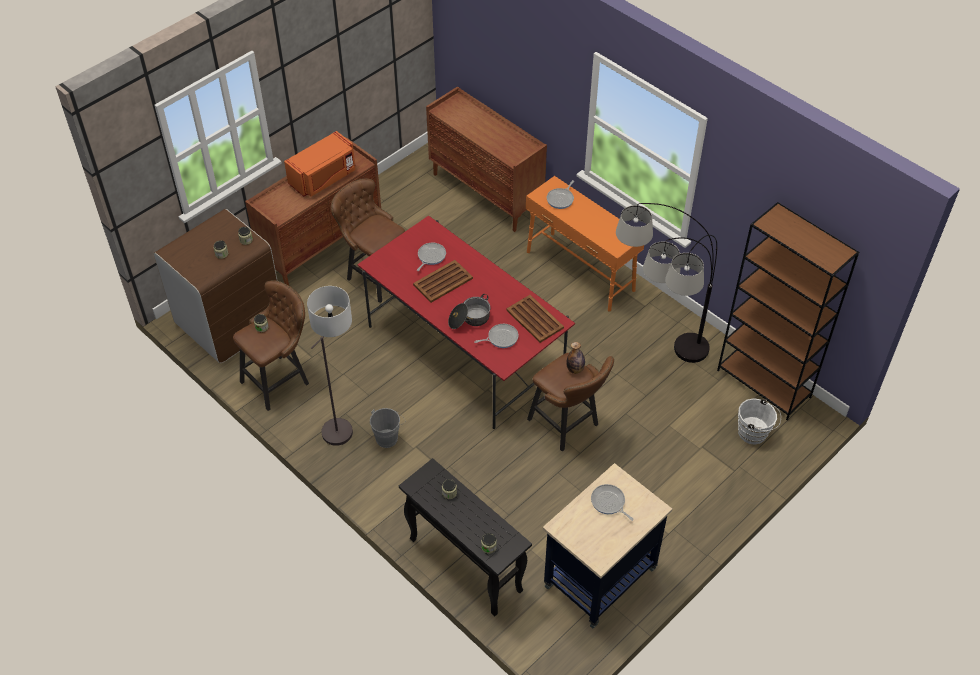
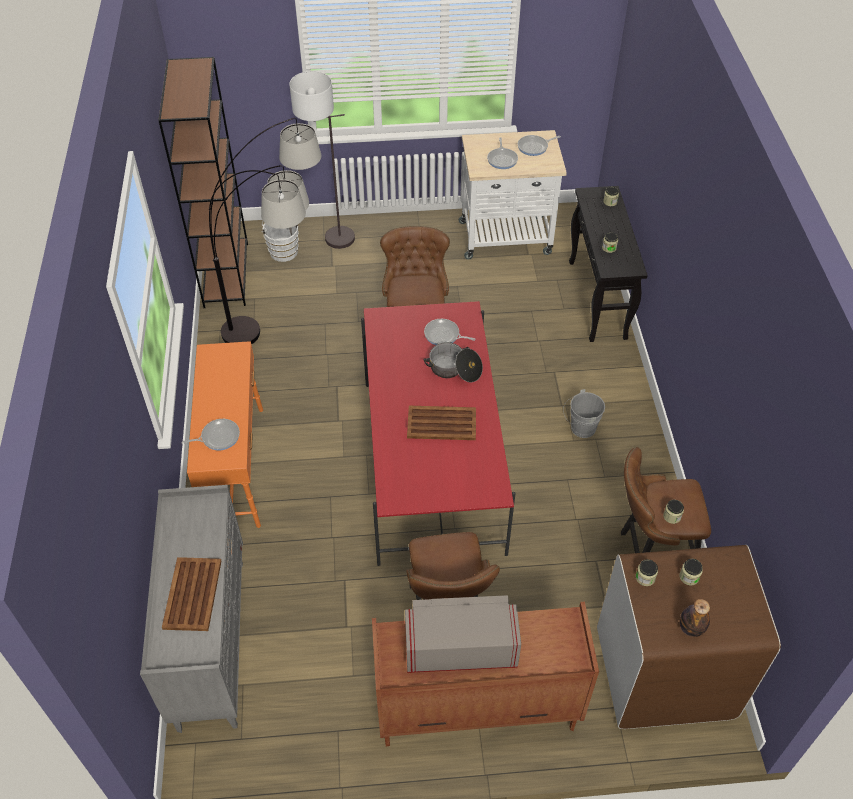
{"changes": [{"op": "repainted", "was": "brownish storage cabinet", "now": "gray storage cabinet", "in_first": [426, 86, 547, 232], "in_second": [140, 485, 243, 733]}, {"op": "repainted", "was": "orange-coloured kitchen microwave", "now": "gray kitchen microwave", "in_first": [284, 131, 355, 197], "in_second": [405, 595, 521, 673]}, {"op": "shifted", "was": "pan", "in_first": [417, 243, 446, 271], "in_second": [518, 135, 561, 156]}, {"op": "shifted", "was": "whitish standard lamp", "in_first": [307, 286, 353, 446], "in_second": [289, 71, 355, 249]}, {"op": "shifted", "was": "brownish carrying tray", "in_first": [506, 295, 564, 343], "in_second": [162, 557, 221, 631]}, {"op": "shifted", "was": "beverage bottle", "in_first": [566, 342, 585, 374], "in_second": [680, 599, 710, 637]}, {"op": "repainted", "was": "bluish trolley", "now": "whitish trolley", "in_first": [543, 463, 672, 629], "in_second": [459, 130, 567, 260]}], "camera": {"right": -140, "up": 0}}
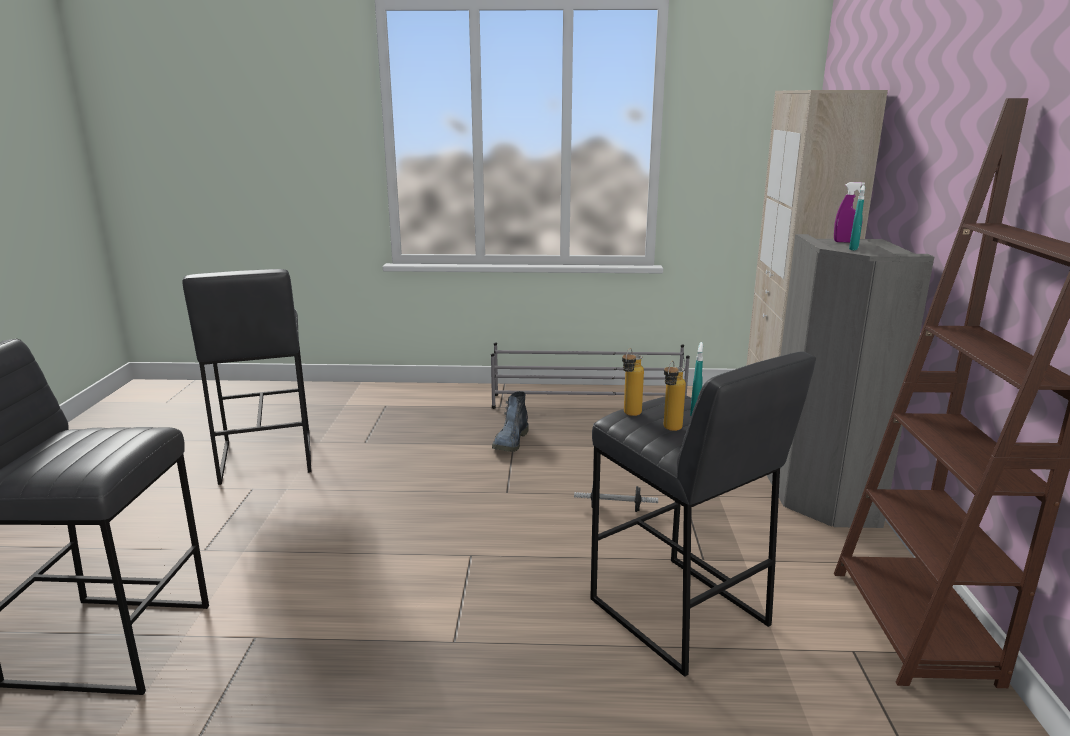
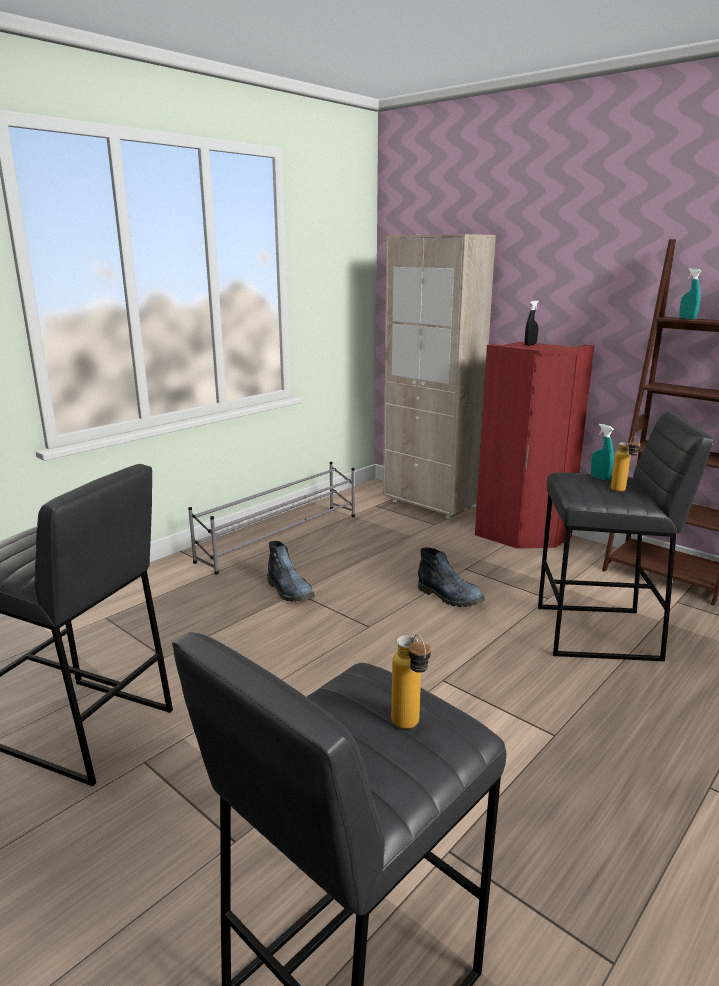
{"changes": [{"op": "repainted", "was": "purplish hand sprayer", "now": "black hand sprayer", "in_first": [834, 182, 865, 242], "in_second": [525, 300, 539, 346]}, {"op": "shifted", "was": "turquoise-coloured hand sprayer", "in_first": [849, 185, 865, 250], "in_second": [679, 268, 702, 320]}, {"op": "repainted", "was": "gray storage cabinet", "now": "red storage cabinet", "in_first": [767, 234, 934, 528], "in_second": [475, 342, 594, 549]}, {"op": "shifted", "was": "beverage bottle", "in_first": [622, 348, 644, 416], "in_second": [391, 634, 431, 729]}, {"op": "swapped", "was": "free weight", "now": "tall boot", "in_first": [574, 486, 658, 512], "in_second": [418, 547, 485, 607]}], "camera": {"right": -50, "up": 0}}
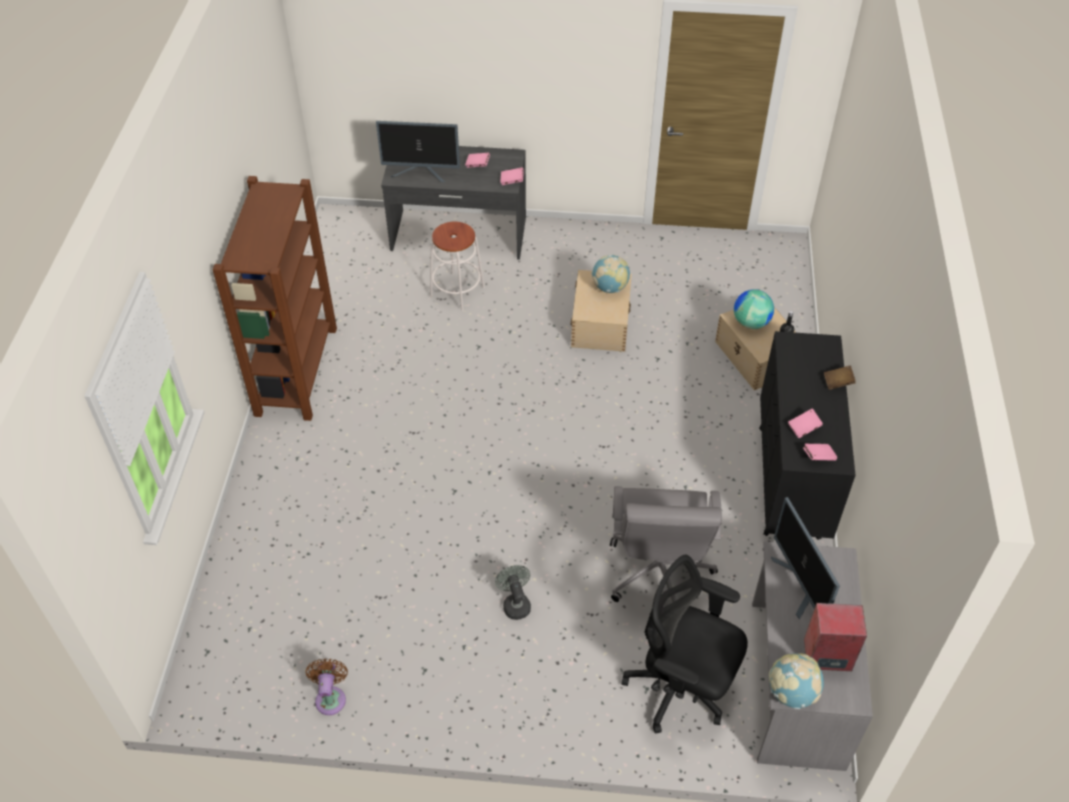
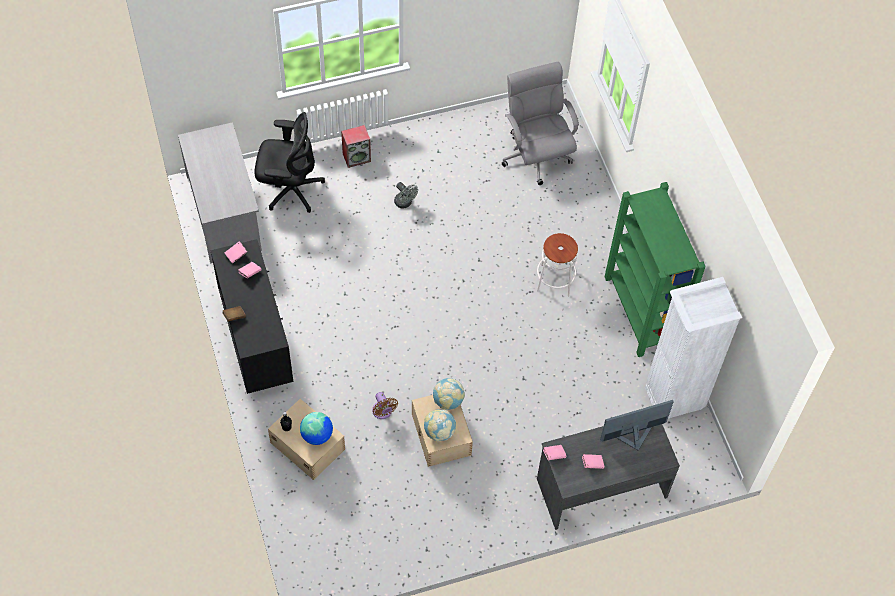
{"changes": [{"op": "repainted", "was": "brownish bookcase", "now": "greenish bookcase", "in_first": [212, 176, 337, 421], "in_second": [605, 182, 706, 357]}, {"op": "shifted", "was": "whitish sitting stool", "in_first": [430, 222, 485, 311], "in_second": [537, 233, 578, 296]}, {"op": "shifted", "was": "gray office chair", "in_first": [610, 486, 722, 602], "in_second": [502, 62, 579, 185]}, {"op": "gone", "was": "computer display", "in_first": [771, 497, 840, 620]}, {"op": "shifted", "was": "audio speaker", "in_first": [804, 603, 867, 671], "in_second": [341, 125, 371, 168]}, {"op": "shifted", "was": "world globe", "in_first": [769, 653, 824, 709], "in_second": [433, 378, 465, 410]}, {"op": "shifted", "was": "brownish fan", "in_first": [306, 659, 348, 715], "in_second": [372, 392, 398, 419]}, {"op": "new", "now": "whitish storage cabinet", "in_second": [645, 277, 742, 418]}], "camera": {"right": 155, "up": 10}}
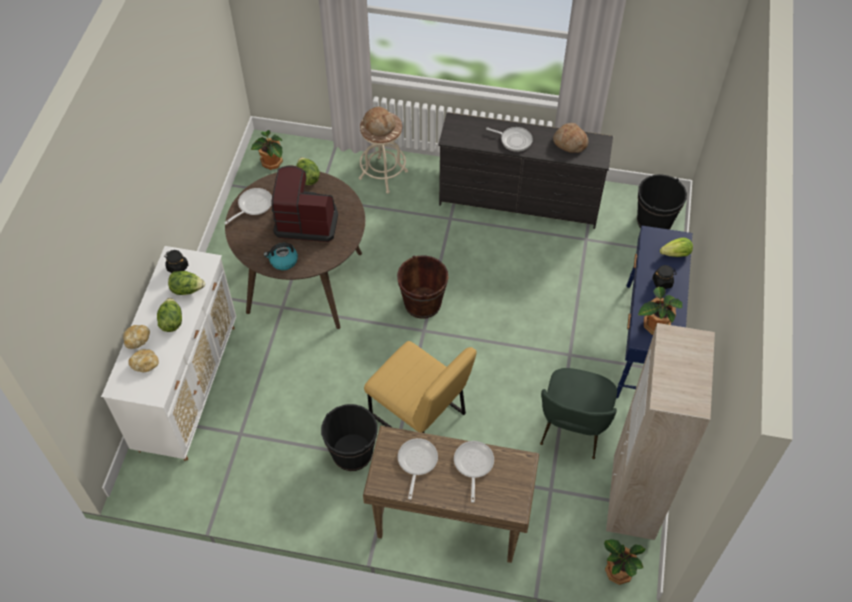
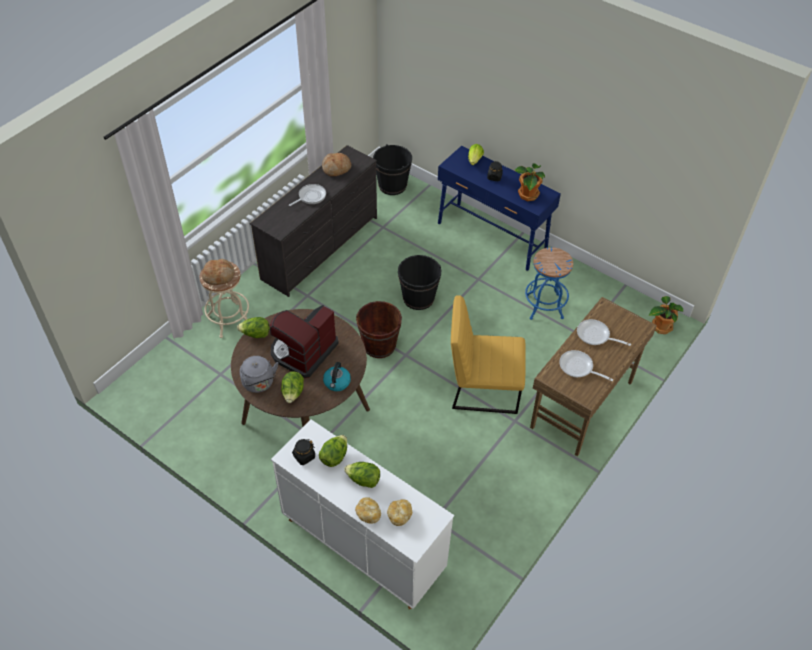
{"changes": [{"op": "gone", "was": "potted plant", "in_first": [251, 130, 283, 170]}, {"op": "swapped", "was": "pan", "now": "gray tea kettle", "in_first": [224, 188, 272, 224], "in_second": [240, 356, 278, 393]}, {"op": "gone", "was": "beige storage cabinet", "in_first": [606, 323, 715, 540]}, {"op": "rotated", "was": "yellow upright chair", "in_first": [364, 341, 477, 433], "in_second": [451, 295, 526, 414], "clockwise": -150}, {"op": "swapped", "was": "greenish upright chair", "now": "bluish sitting stool", "in_first": [540, 368, 617, 459], "in_second": [525, 247, 573, 320]}, {"op": "shifted", "was": "black pail", "in_first": [321, 404, 378, 471], "in_second": [398, 255, 441, 310]}, {"op": "new", "now": "head of lettuce", "in_second": [281, 371, 304, 403]}], "camera": {"right": -65, "up": -5}}
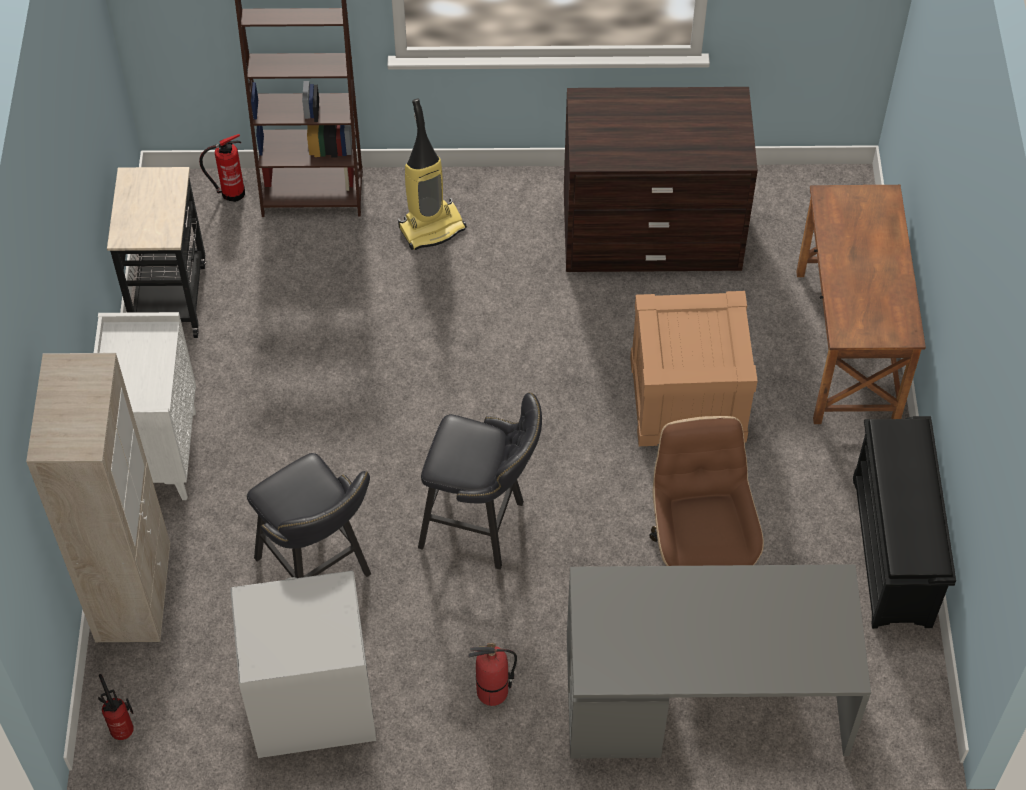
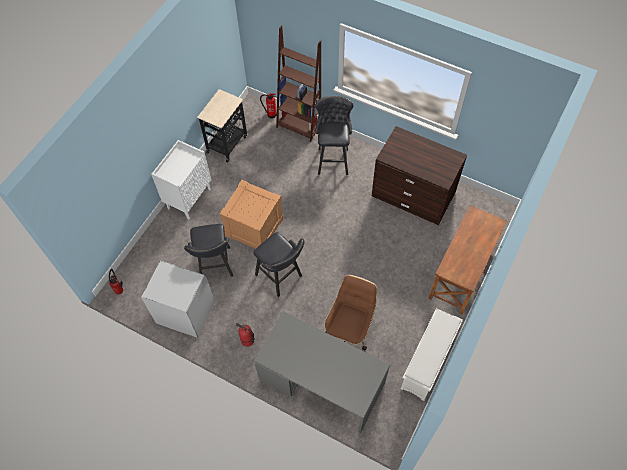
{"changes": [{"op": "swapped", "was": "vacuum", "now": "black sitting stool", "in_first": [398, 99, 467, 250], "in_second": [315, 96, 354, 175]}, {"op": "shifted", "was": "packing crate", "in_first": [630, 291, 758, 446], "in_second": [220, 180, 283, 249]}, {"op": "gone", "was": "beige storage cabinet", "in_first": [26, 353, 170, 642]}, {"op": "repainted", "was": "black shoe stand", "now": "whitish shoe stand", "in_first": [853, 416, 956, 629], "in_second": [401, 308, 463, 401]}], "camera": {"right": 30, "up": 5}}
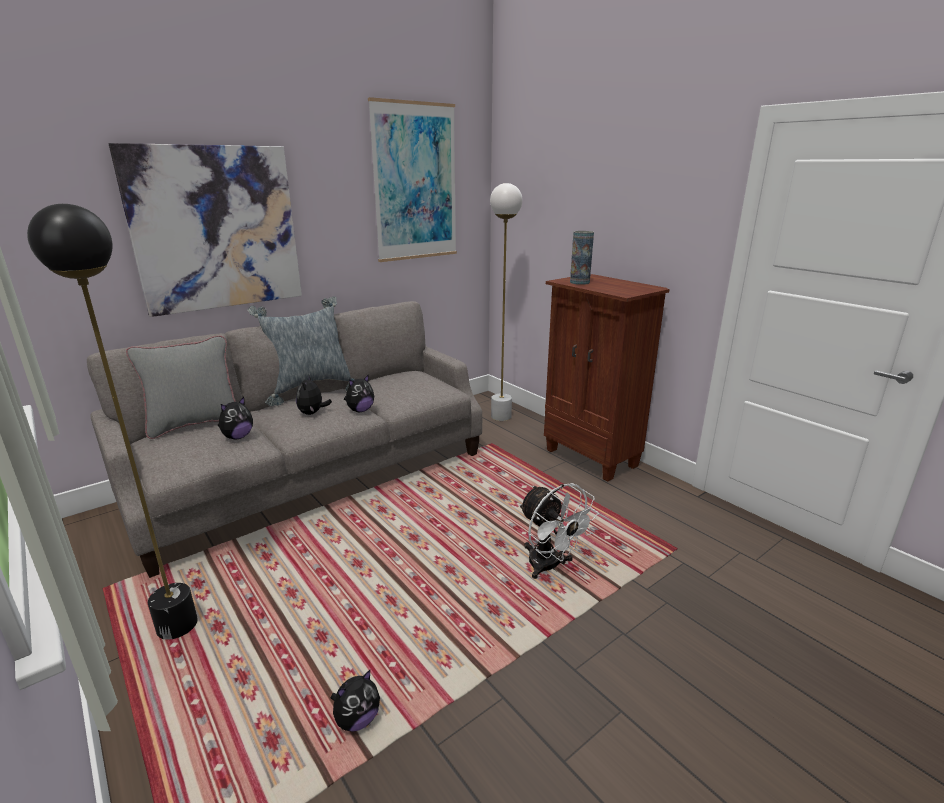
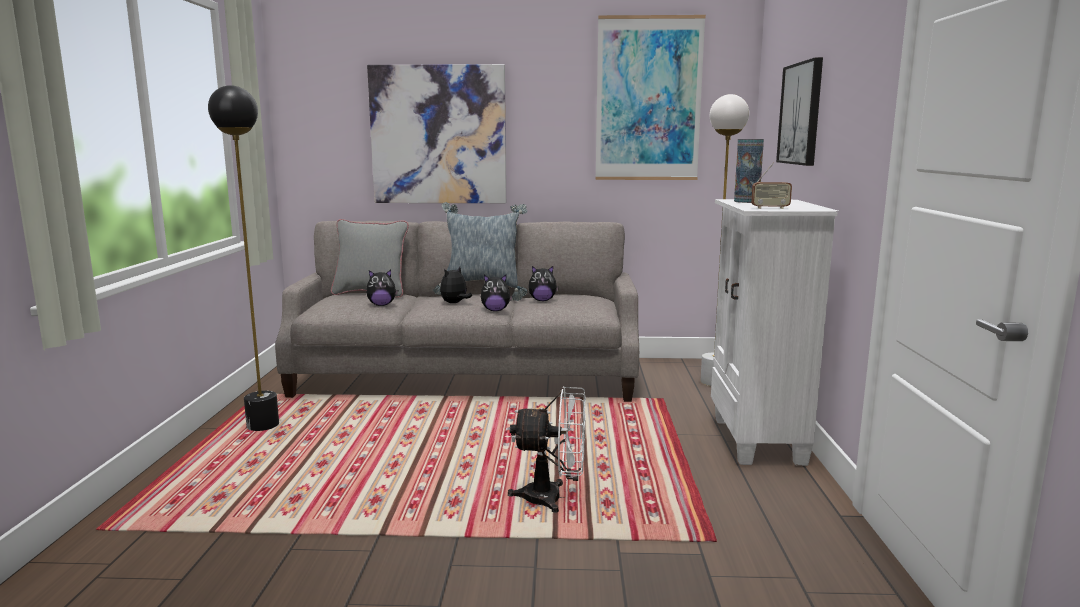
{"changes": [{"op": "repainted", "was": "brownish storage cabinet", "now": "whitish storage cabinet", "in_first": [544, 274, 669, 481], "in_second": [711, 199, 838, 466]}, {"op": "rotated", "was": "whitish fan", "in_first": [519, 483, 599, 579], "in_second": [508, 386, 586, 513], "clockwise": -90}, {"op": "shifted", "was": "soft toy", "in_first": [331, 670, 380, 732], "in_second": [528, 266, 559, 301]}, {"op": "new", "now": "wall picture", "in_second": [776, 57, 823, 166]}, {"op": "new", "now": "radio receiver", "in_second": [751, 163, 792, 209]}], "camera": {"right": 40, "up": -10}}
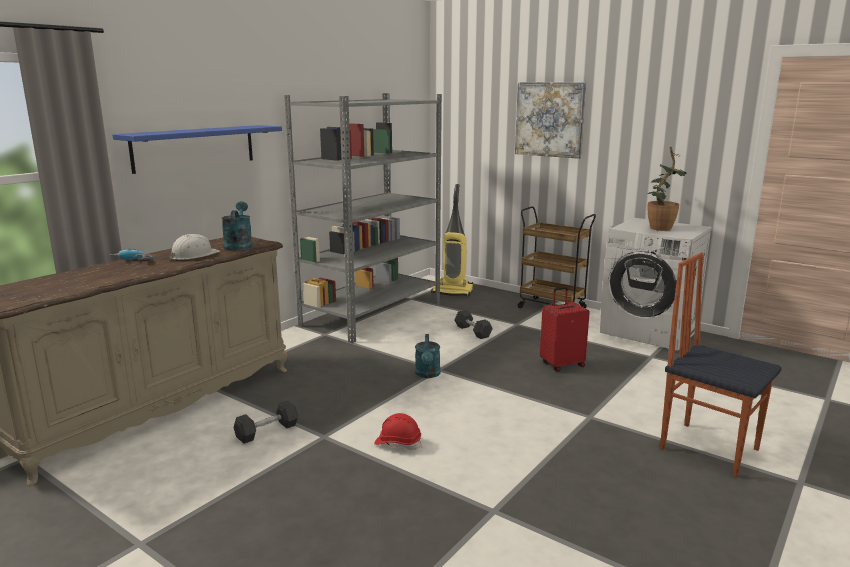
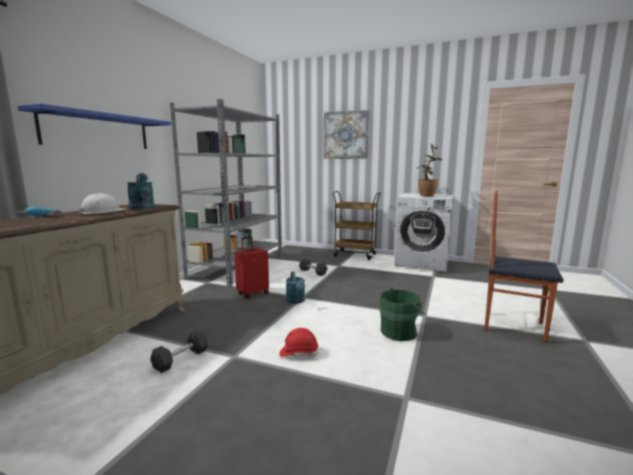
{"changes": [{"op": "gone", "was": "vacuum", "in_first": [431, 184, 473, 296]}, {"op": "shifted", "was": "red suitcase", "in_first": [540, 287, 590, 372], "in_second": [234, 236, 269, 298]}, {"op": "new", "now": "greenish pail", "in_second": [379, 288, 426, 341]}], "camera": {"right": -15, "up": -5}}
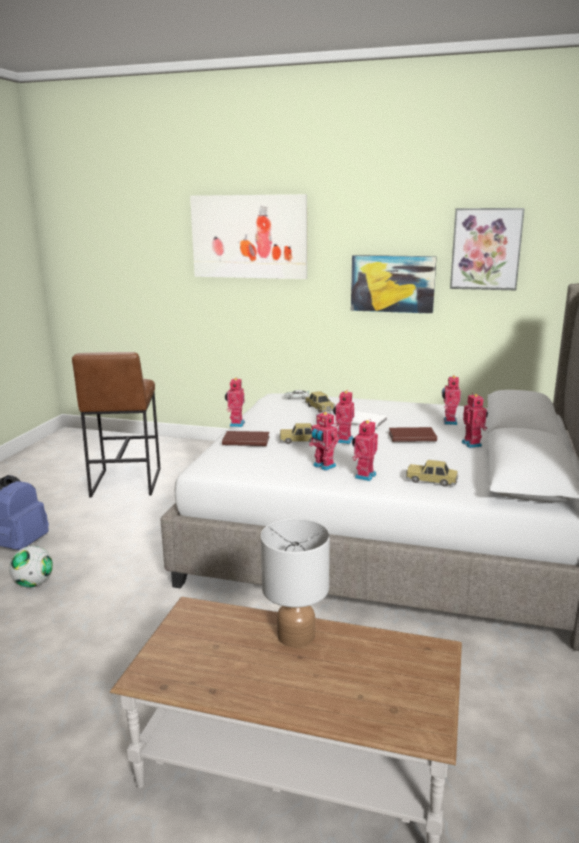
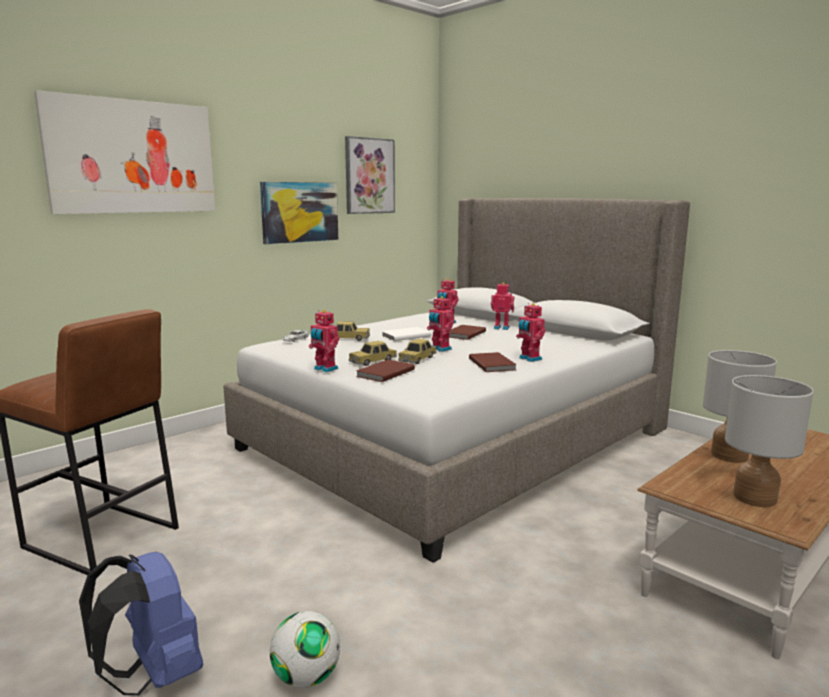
{"changes": [{"op": "swapped", "was": "toy robot", "now": "brownish bound book", "in_first": [309, 411, 339, 471], "in_second": [469, 352, 517, 372]}, {"op": "shifted", "was": "miniature car", "in_first": [406, 460, 459, 487], "in_second": [349, 341, 397, 366]}, {"op": "new", "now": "gray tabletop lamp", "in_second": [725, 375, 814, 507]}], "camera": {"right": -60, "up": -5}}
